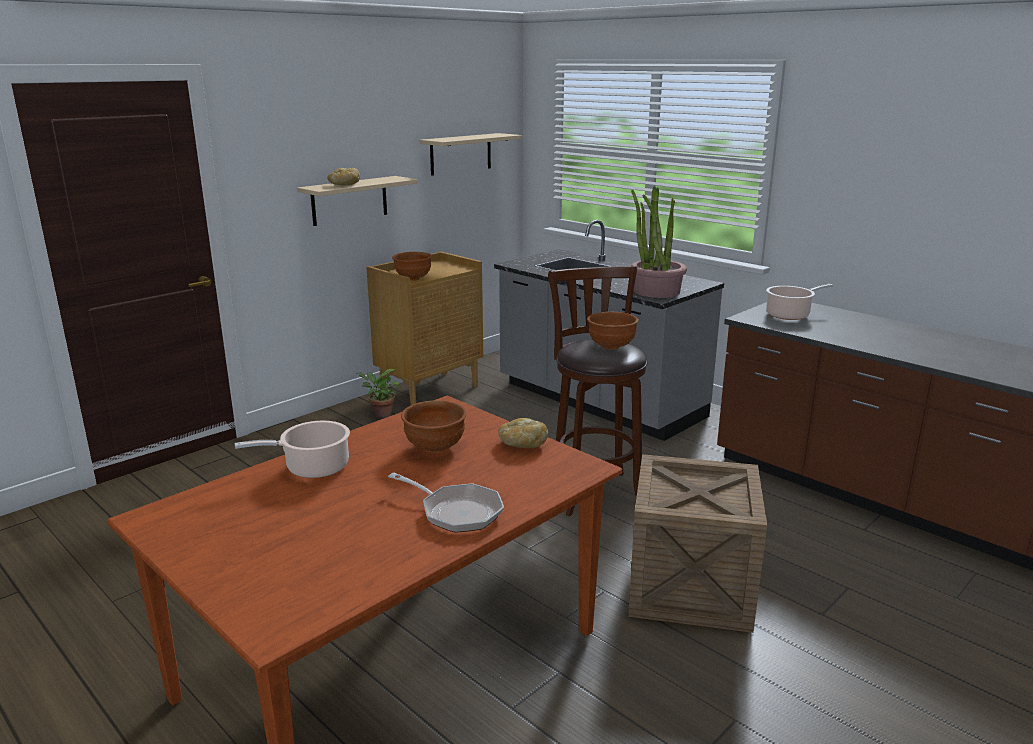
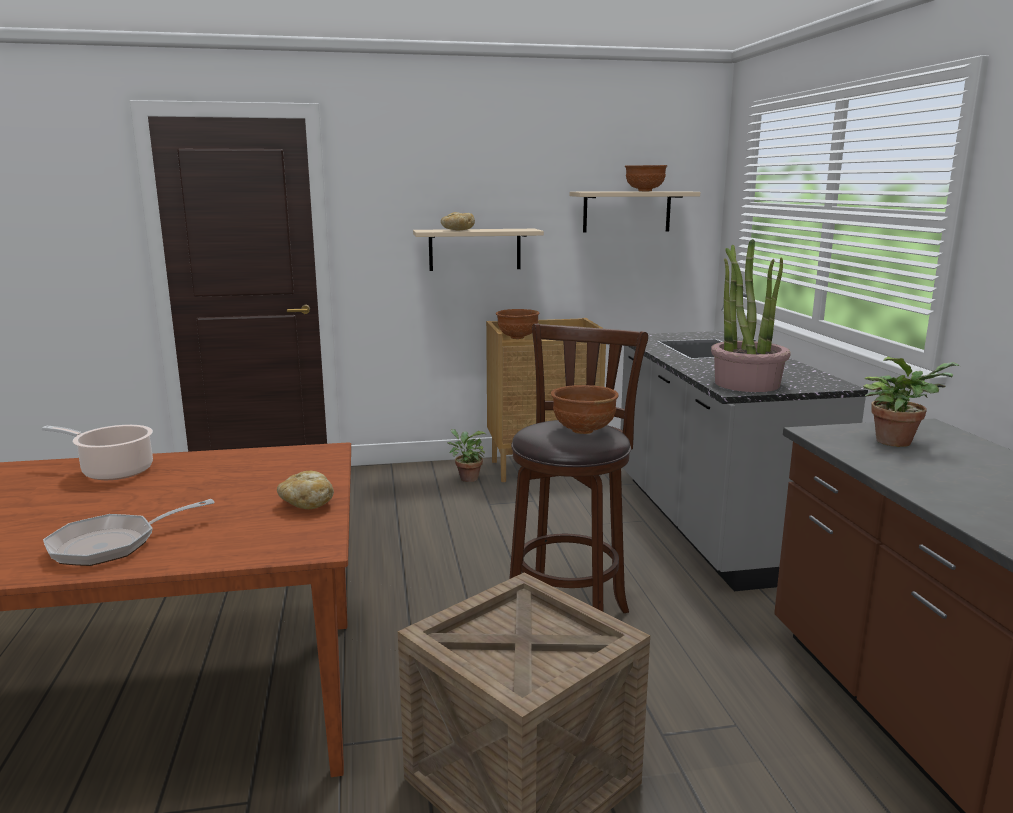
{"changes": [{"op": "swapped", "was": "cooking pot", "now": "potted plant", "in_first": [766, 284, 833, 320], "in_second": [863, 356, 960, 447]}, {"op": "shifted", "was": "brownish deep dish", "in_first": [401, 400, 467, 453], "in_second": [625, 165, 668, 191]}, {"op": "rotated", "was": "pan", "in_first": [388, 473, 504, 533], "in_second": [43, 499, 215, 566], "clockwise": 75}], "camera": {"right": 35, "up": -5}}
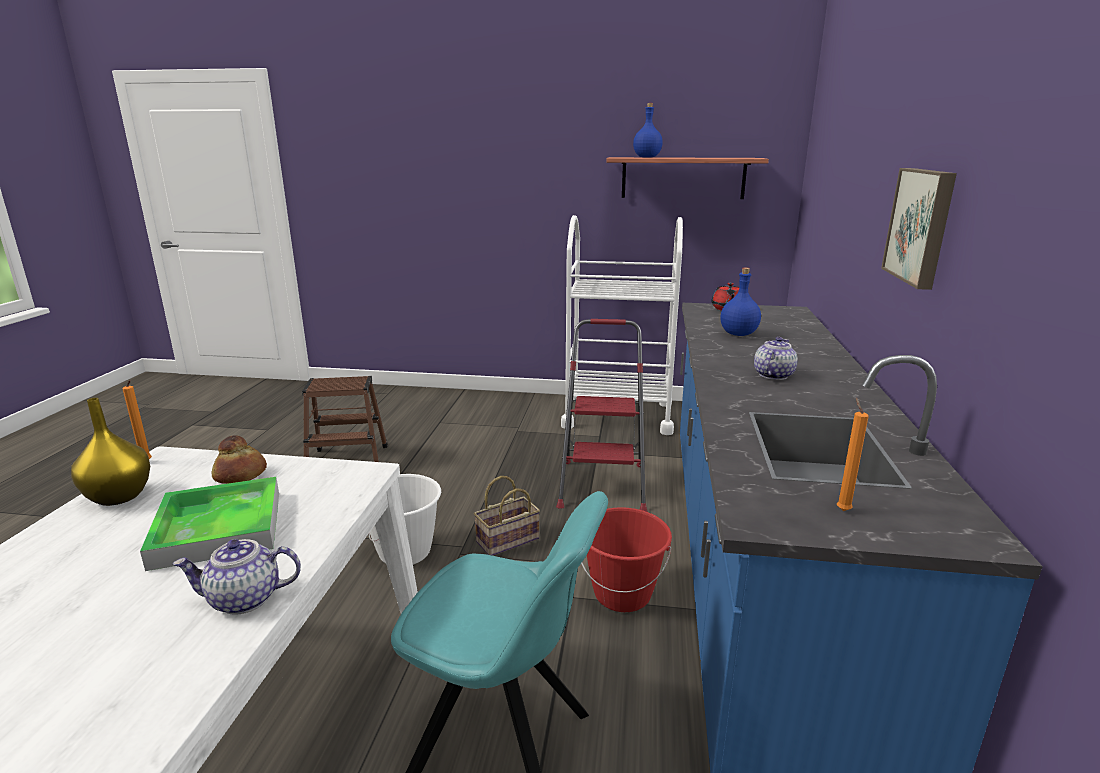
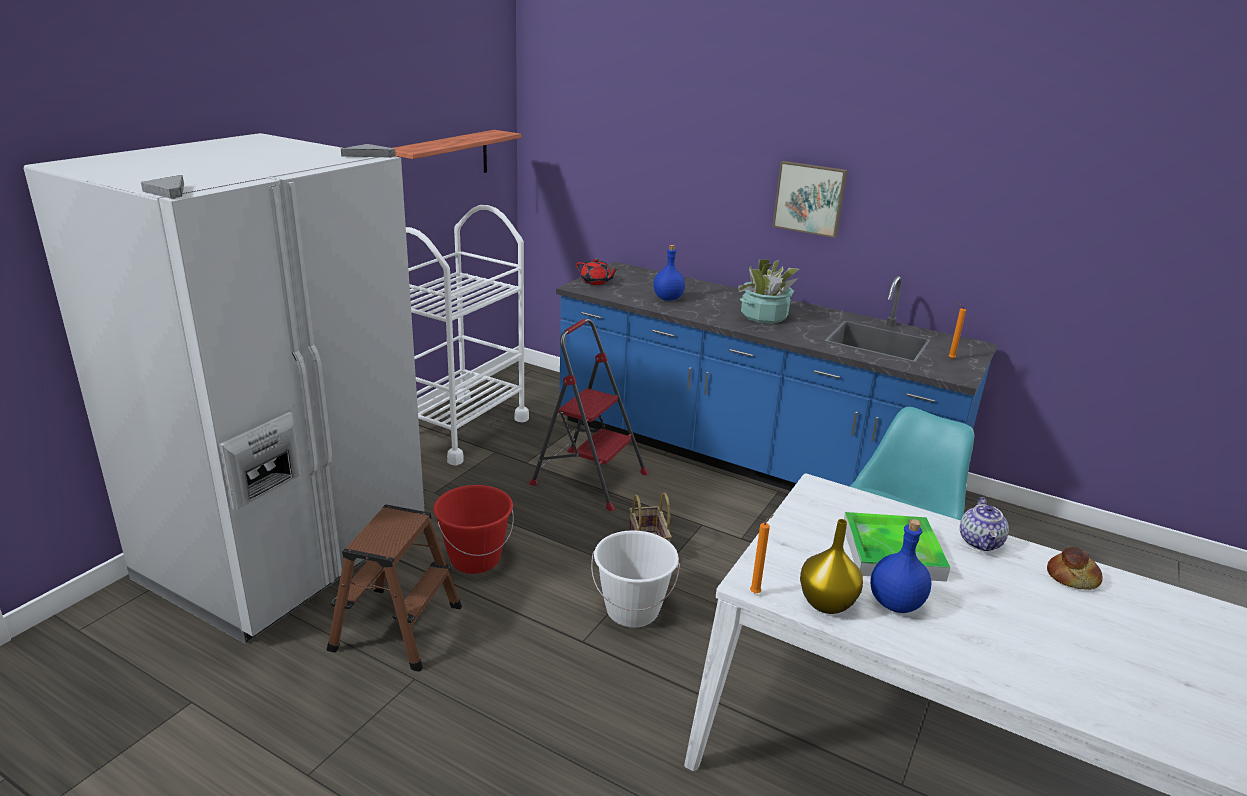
{"changes": [{"op": "shifted", "was": "bluish beverage bottle", "in_first": [633, 103, 663, 158], "in_second": [870, 519, 931, 613]}, {"op": "swapped", "was": "teapot", "now": "potted plant", "in_first": [754, 337, 798, 380], "in_second": [738, 259, 799, 324]}, {"op": "shifted", "was": "baked bread", "in_first": [212, 435, 267, 484], "in_second": [1047, 547, 1103, 590]}, {"op": "shifted", "was": "red pail", "in_first": [581, 507, 672, 612], "in_second": [433, 485, 514, 574]}, {"op": "new", "now": "whitish refrigerator", "in_second": [23, 133, 425, 644]}], "camera": {"right": -70, "up": 5}}
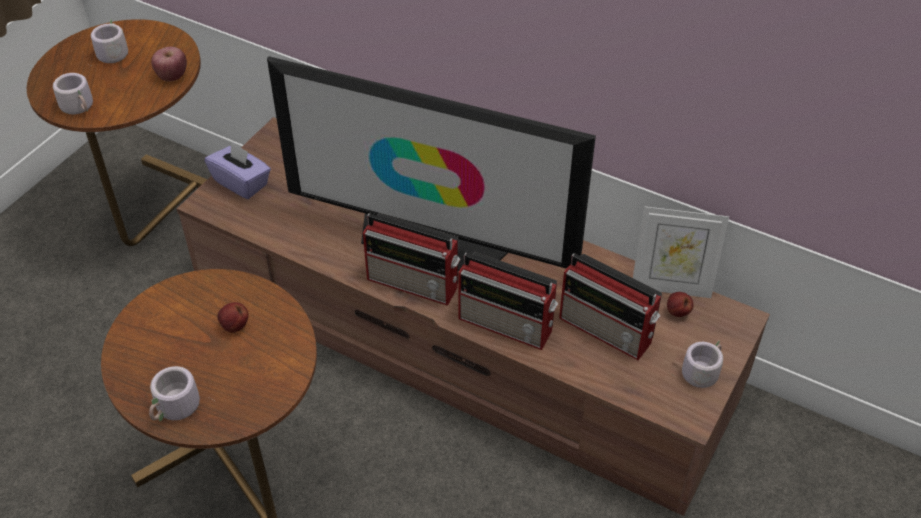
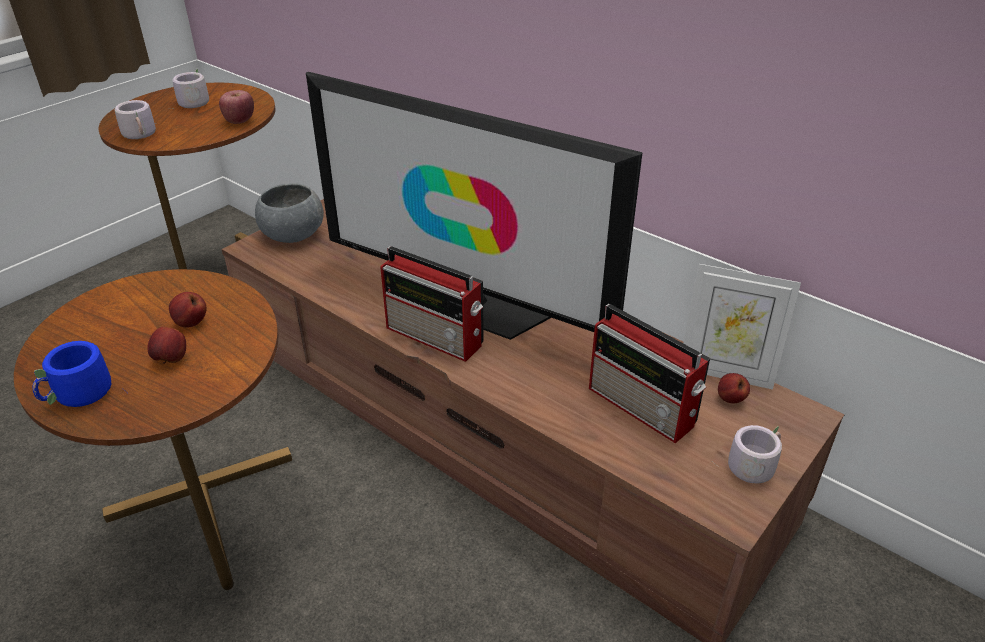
{"changes": [{"op": "swapped", "was": "purplish tissue box", "now": "gray deep dish", "in_first": [205, 141, 271, 199], "in_second": [255, 183, 324, 243]}, {"op": "gone", "was": "radio receiver", "in_first": [458, 252, 558, 350]}, {"op": "repainted", "was": "gray tea mug", "now": "bluish tea mug", "in_first": [149, 366, 214, 422], "in_second": [32, 341, 127, 407]}, {"op": "new", "now": "whole apple", "in_second": [147, 327, 186, 364]}], "camera": {"right": 10, "up": -10}}
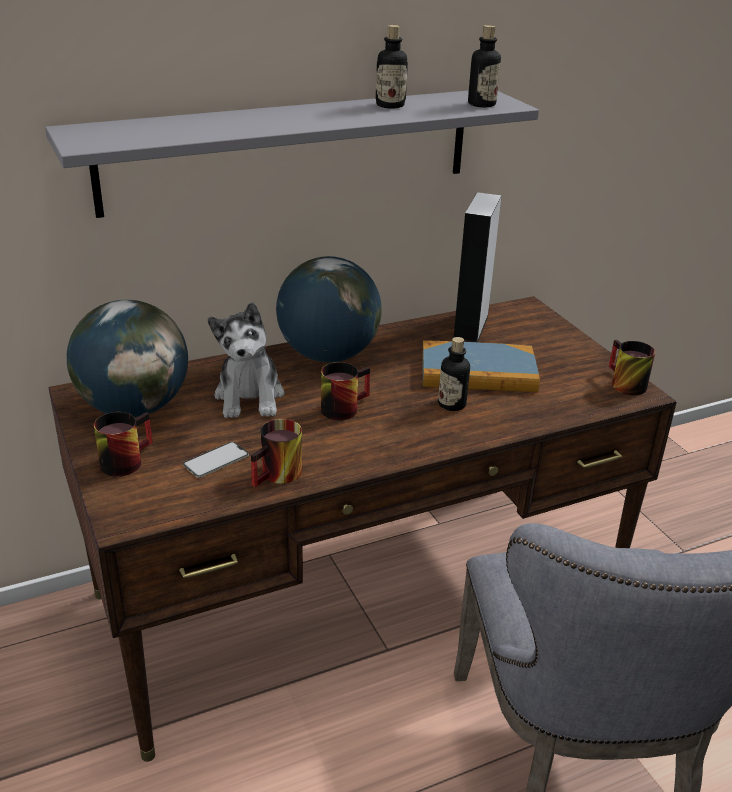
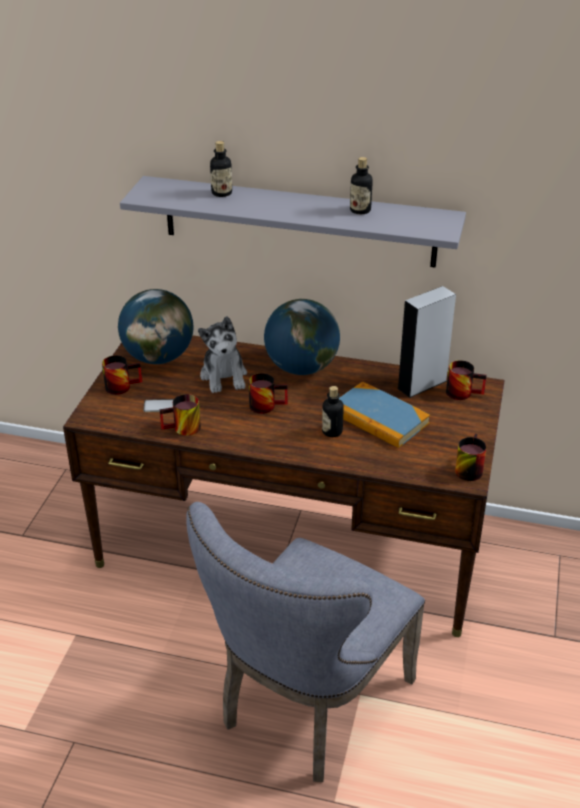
{"changes": [{"op": "shifted", "was": "beverage bottle", "in_first": [468, 25, 501, 107], "in_second": [210, 141, 232, 197]}, {"op": "rotated", "was": "soft toy", "in_first": [208, 302, 285, 418], "in_second": [198, 316, 247, 393], "clockwise": -45}, {"op": "new", "now": "tea mug", "in_second": [446, 360, 487, 400]}], "camera": {"right": 40, "up": 5}}
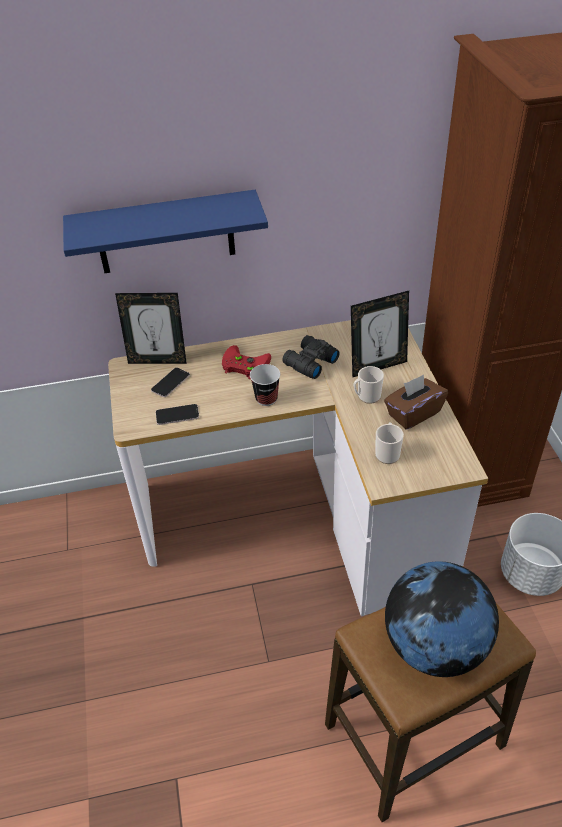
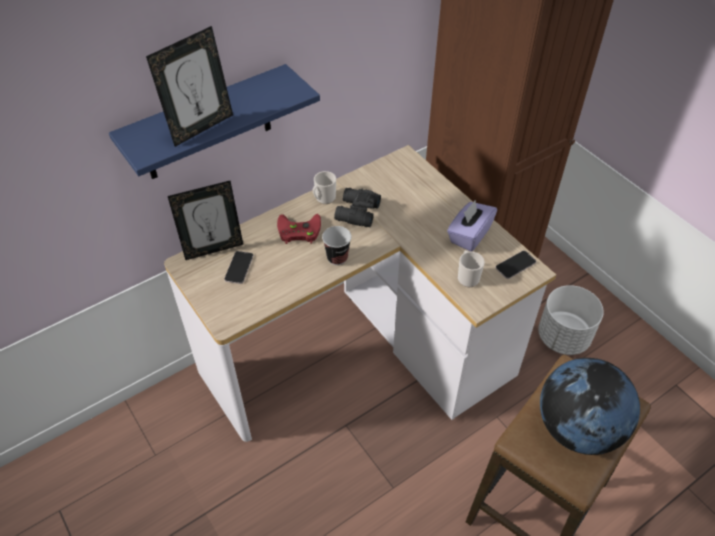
{"changes": [{"op": "shifted", "was": "photo frame", "in_first": [351, 291, 409, 378], "in_second": [146, 26, 233, 147]}, {"op": "shifted", "was": "tea mug", "in_first": [354, 366, 384, 404], "in_second": [313, 171, 336, 204]}, {"op": "repainted", "was": "brownish tissue box", "now": "purplish tissue box", "in_first": [384, 374, 448, 430], "in_second": [447, 200, 497, 252]}, {"op": "shifted", "was": "phone", "in_first": [155, 404, 199, 425], "in_second": [495, 251, 536, 279]}], "camera": {"right": -25, "up": 5}}
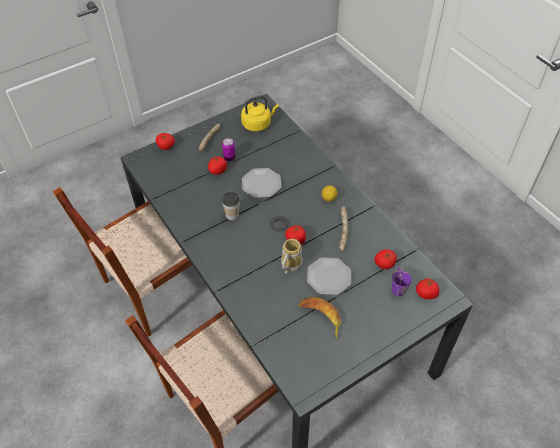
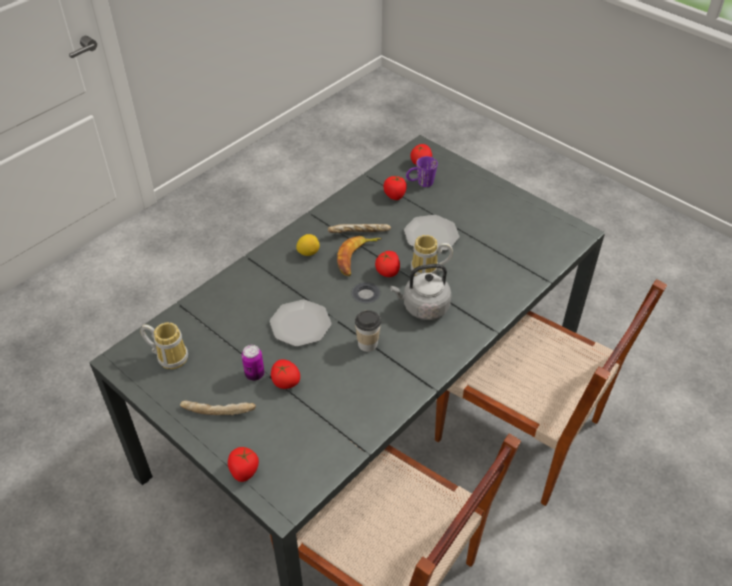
{"changes": [{"op": "swapped", "was": "yellow tea kettle", "now": "tea mug", "in_first": [241, 96, 279, 131], "in_second": [140, 322, 188, 369]}, {"op": "shifted", "was": "whole banana", "in_first": [298, 297, 341, 339], "in_second": [337, 236, 382, 276]}, {"op": "new", "now": "gray tea kettle", "in_second": [390, 264, 451, 320]}], "camera": {"right": -105, "up": -5}}
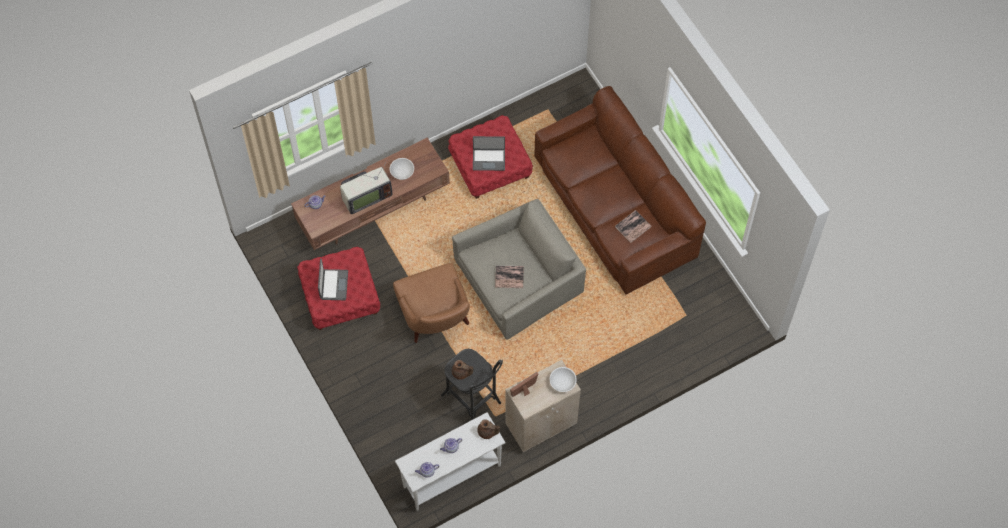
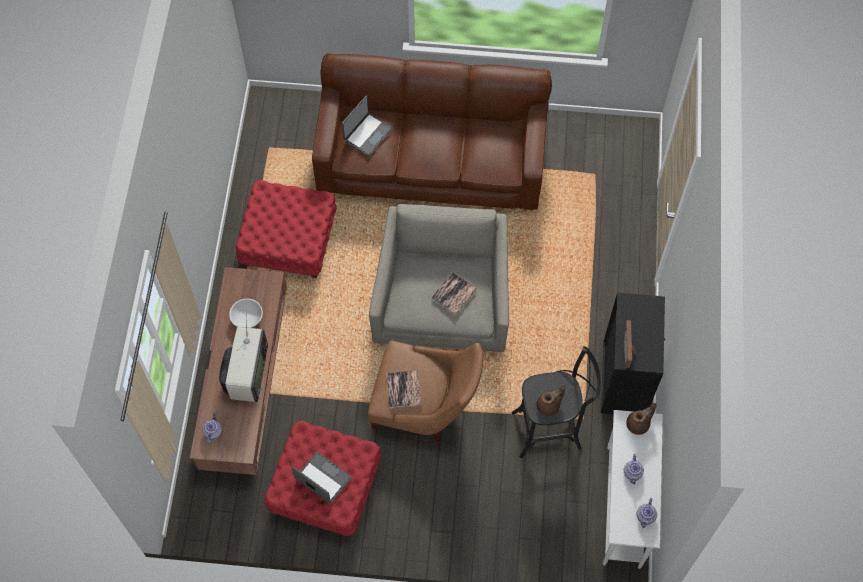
{"changes": [{"op": "shifted", "was": "notebook computer", "in_first": [473, 136, 505, 171], "in_second": [342, 95, 392, 156]}, {"op": "shifted", "was": "bound book", "in_first": [616, 210, 652, 242], "in_second": [386, 370, 421, 408]}, {"op": "repainted", "was": "beige storage cabinet", "now": "black storage cabinet", "in_first": [505, 360, 581, 452], "in_second": [600, 293, 665, 414]}, {"op": "gone", "was": "whitish deep dish", "in_first": [550, 367, 577, 392]}], "camera": {"right": -55, "up": 0}}
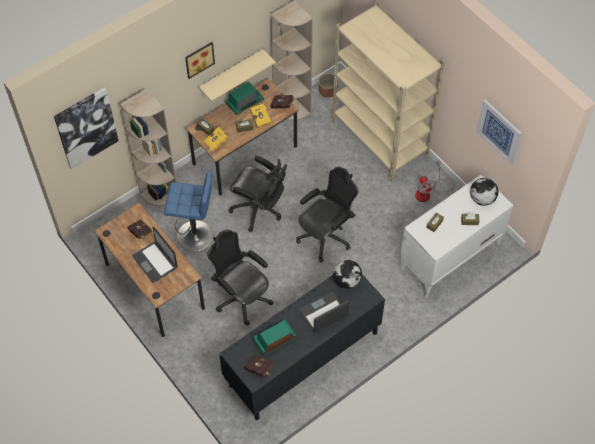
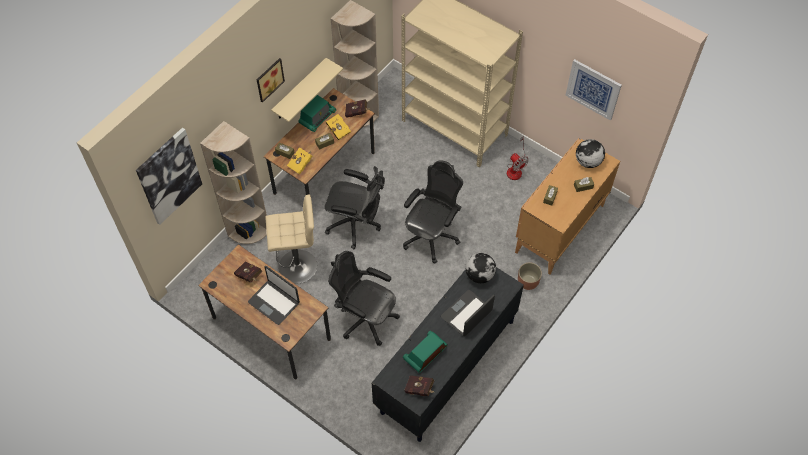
{"changes": [{"op": "shifted", "was": "planter", "in_first": [318, 73, 338, 98], "in_second": [518, 262, 542, 290]}, {"op": "repainted", "was": "bluish sitting stool", "now": "beige sitting stool", "in_first": [164, 171, 213, 252], "in_second": [265, 194, 317, 283]}, {"op": "repainted", "was": "whitish storage cabinet", "now": "brownish storage cabinet", "in_first": [400, 175, 514, 298], "in_second": [515, 138, 620, 274]}], "camera": {"right": -15, "up": 0}}
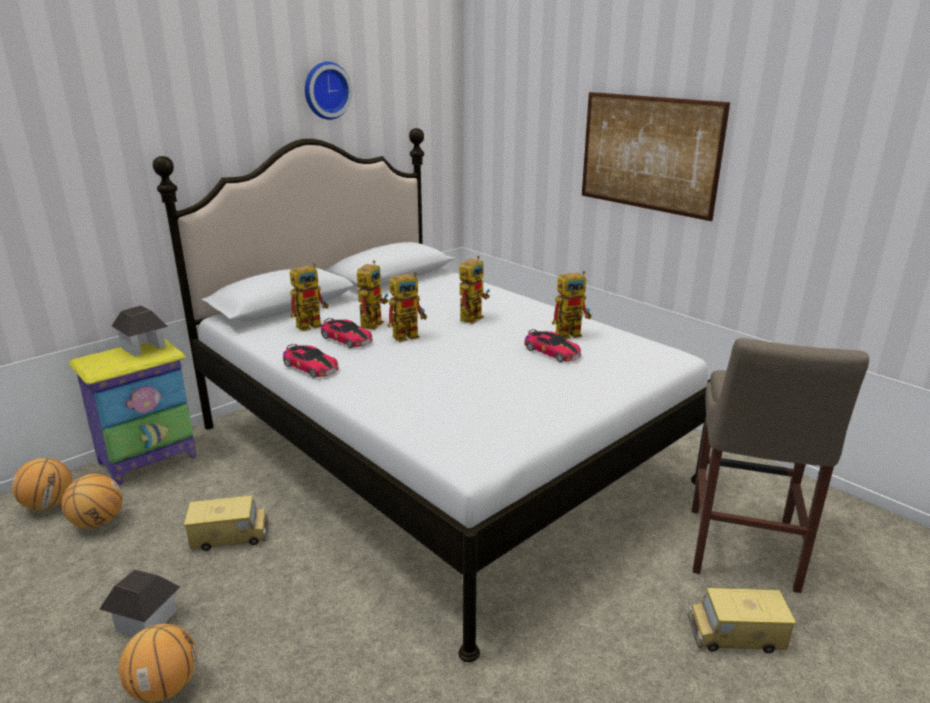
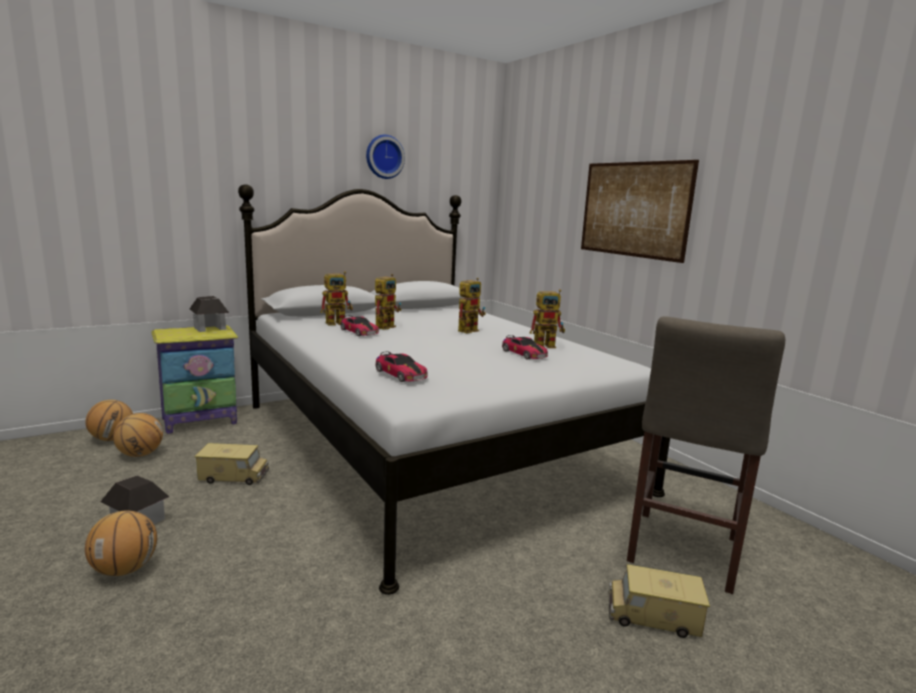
{"changes": [{"op": "gone", "was": "toy robot", "in_first": [388, 271, 427, 342]}, {"op": "shifted", "was": "miniature car", "in_first": [283, 344, 339, 378], "in_second": [375, 352, 427, 382]}], "camera": {"right": 10, "up": -10}}
